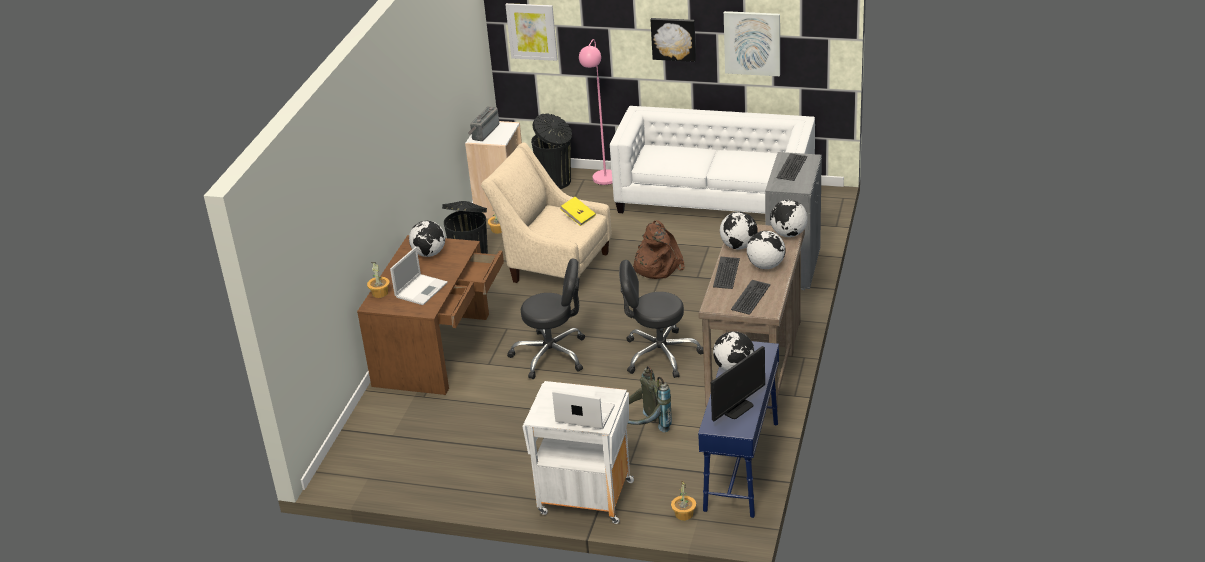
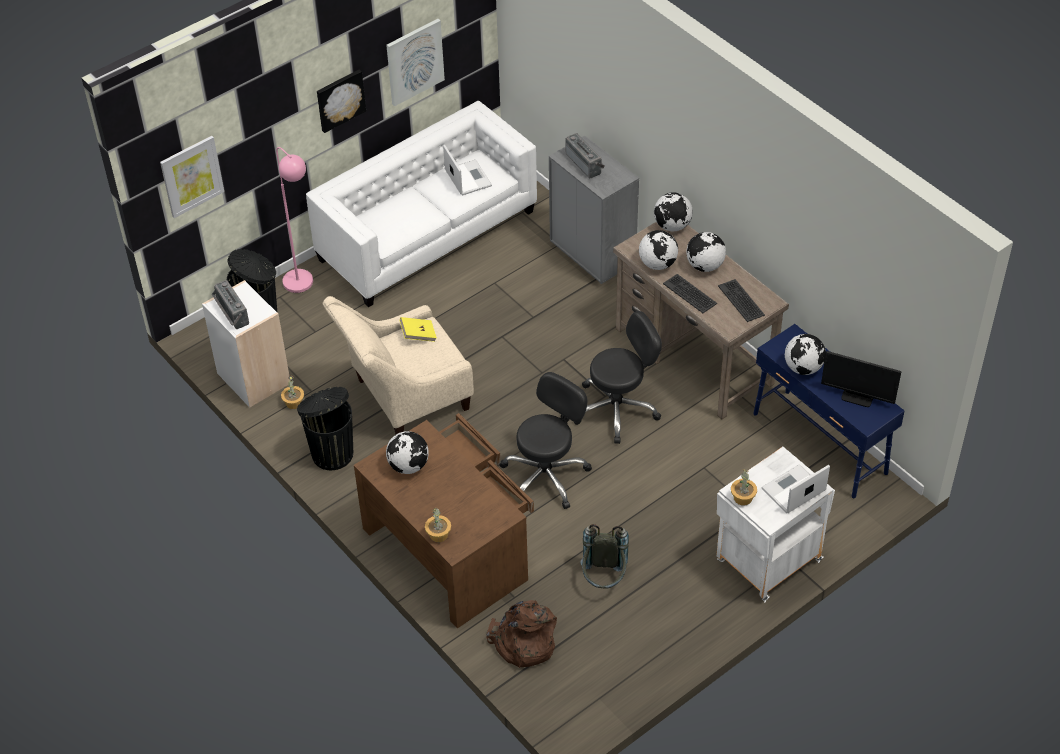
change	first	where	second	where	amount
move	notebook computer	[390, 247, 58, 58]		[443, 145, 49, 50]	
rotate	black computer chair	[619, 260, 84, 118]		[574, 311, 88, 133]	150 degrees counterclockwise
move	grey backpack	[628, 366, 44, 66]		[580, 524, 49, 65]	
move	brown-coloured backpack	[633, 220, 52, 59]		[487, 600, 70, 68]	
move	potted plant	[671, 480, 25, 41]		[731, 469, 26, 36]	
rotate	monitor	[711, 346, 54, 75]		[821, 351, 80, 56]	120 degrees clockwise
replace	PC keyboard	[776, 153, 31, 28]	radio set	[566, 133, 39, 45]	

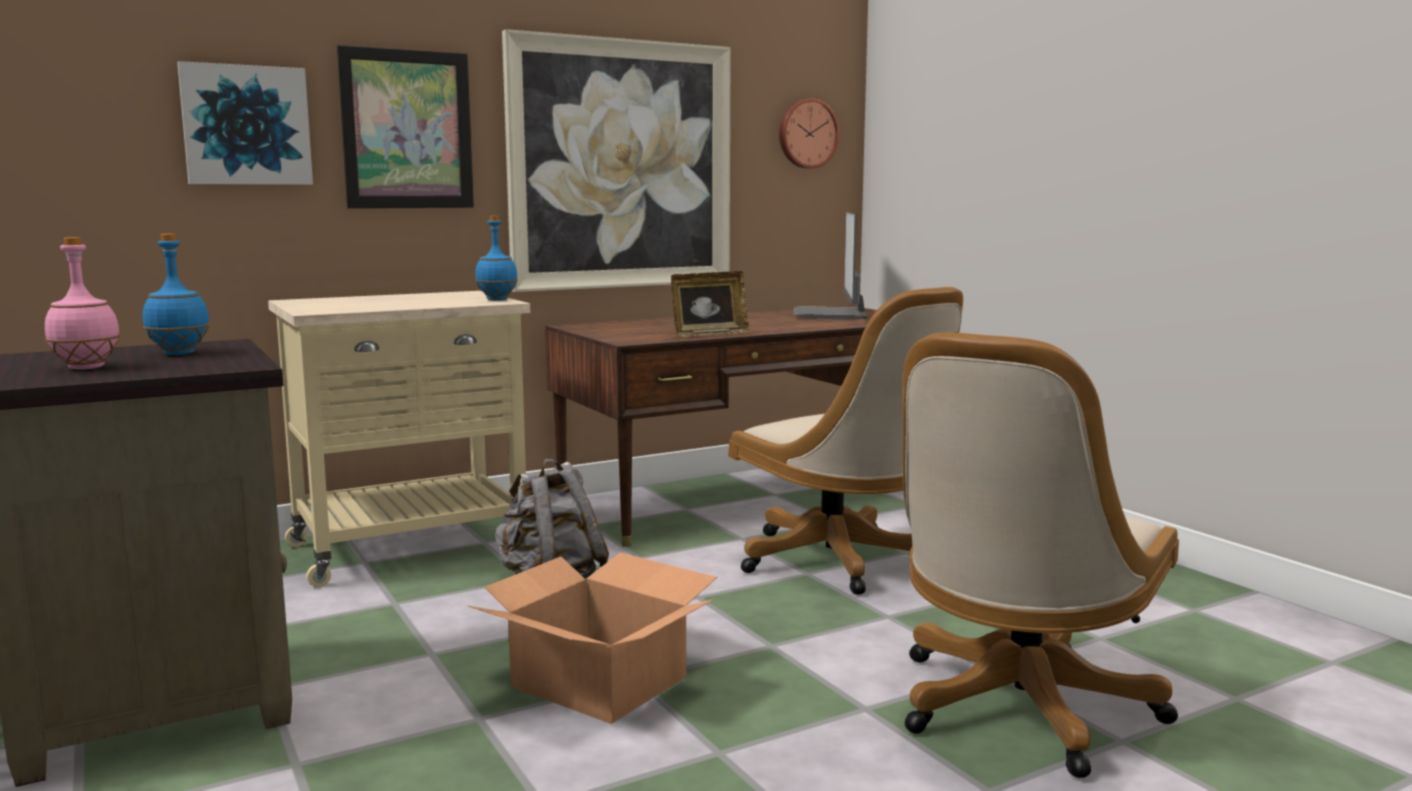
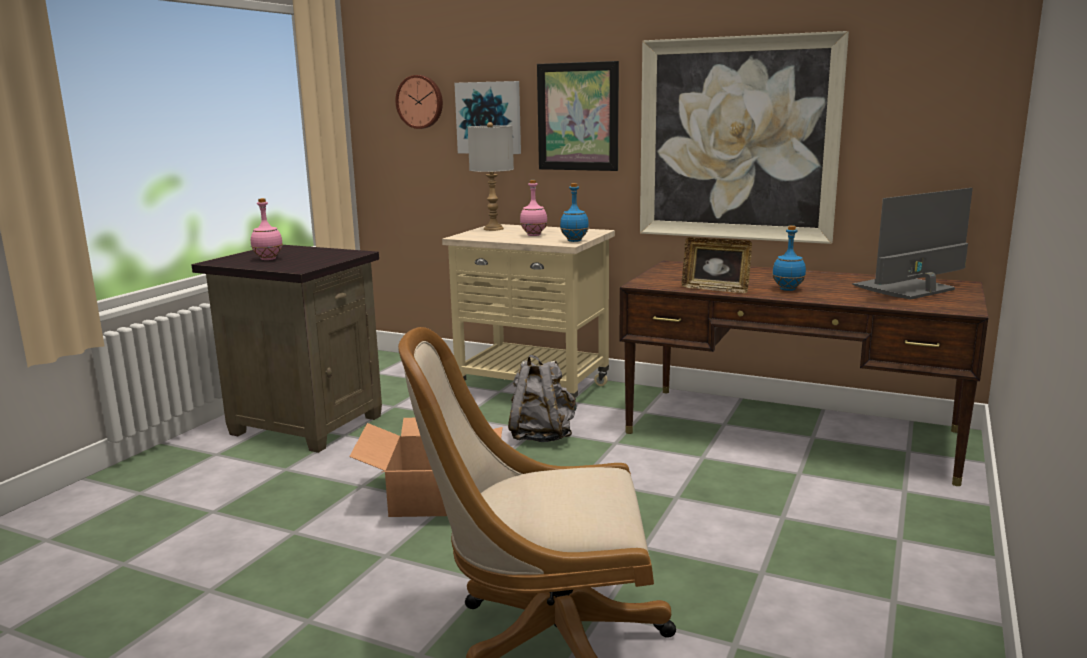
change	first	where	second	where	amount
move	blue bottle	[143, 234, 67, 121]		[772, 225, 34, 66]	
delete	computer chair	[728, 287, 235, 308]			
move	wall clock	[779, 98, 60, 71]		[395, 75, 48, 54]	
insert			grey tabletop lamp	[468, 122, 46, 109]	
insert			pinkish bottle	[520, 180, 28, 56]	

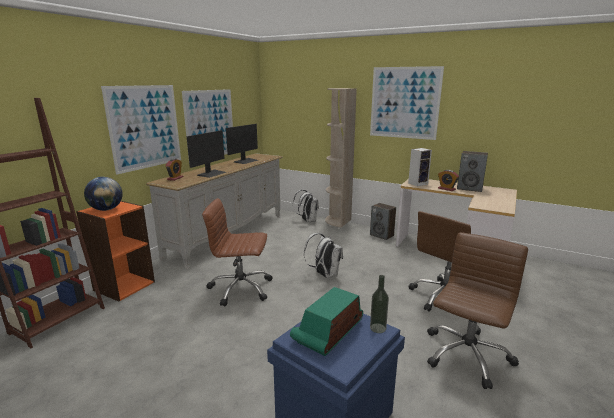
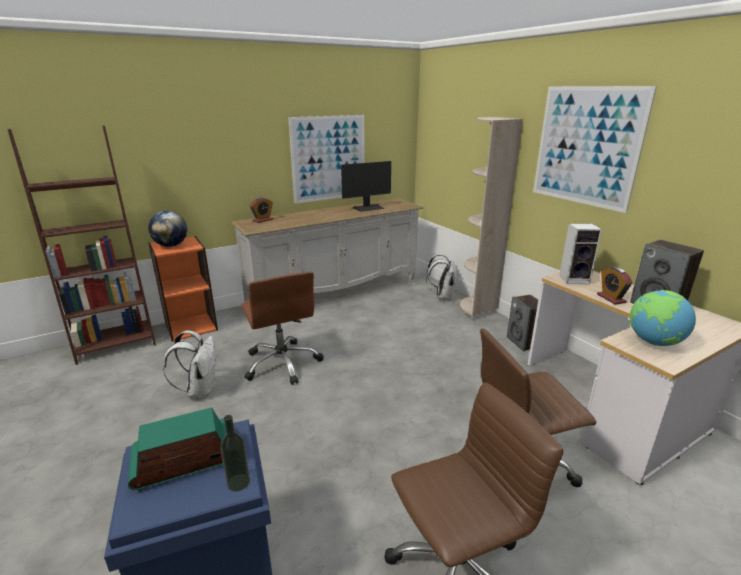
change	first	where	second	where	amount
delete	wall art	[101, 85, 80, 90]			
delete	monitor	[187, 130, 39, 48]			
rotate	brown-coloured computer chair	[202, 198, 71, 108]		[241, 271, 83, 114]	150 degrees counterclockwise
move	whitish backpack	[304, 233, 39, 45]		[163, 330, 53, 67]	
insert			desk globe	[630, 290, 66, 56]	

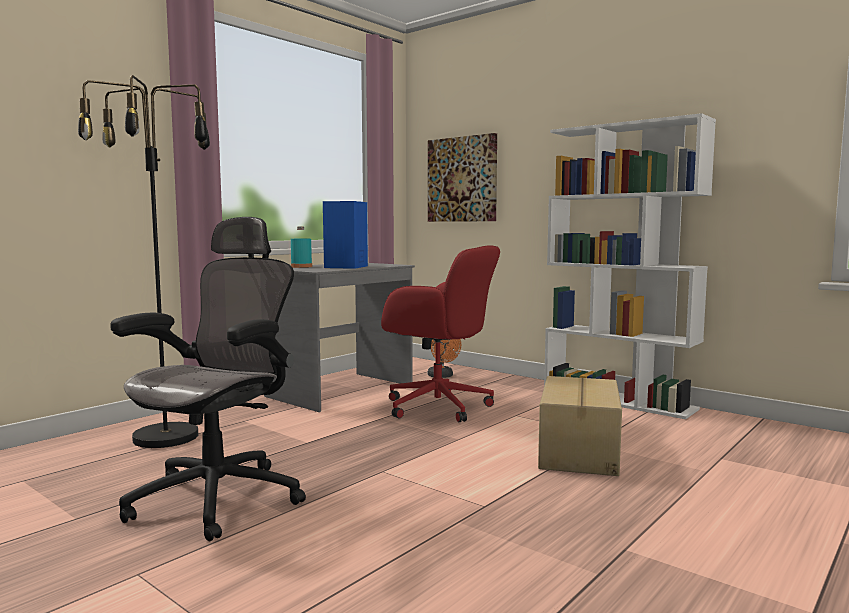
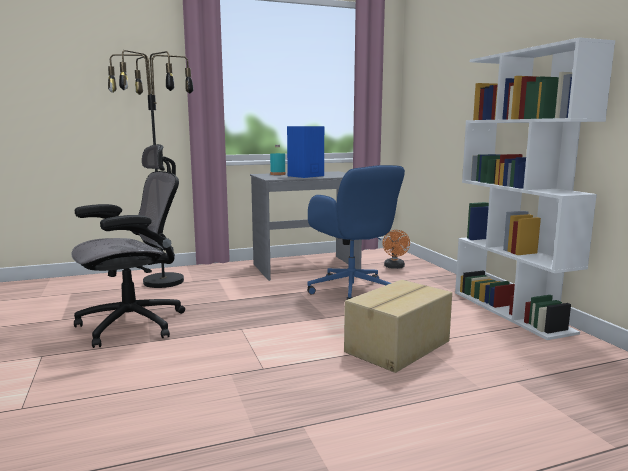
change	first	where	second	where	amount
recolor	red computer chair	[381, 246, 119, 176]	blue computer chair	[307, 165, 98, 135]	
delete	wall art	[428, 133, 69, 89]			

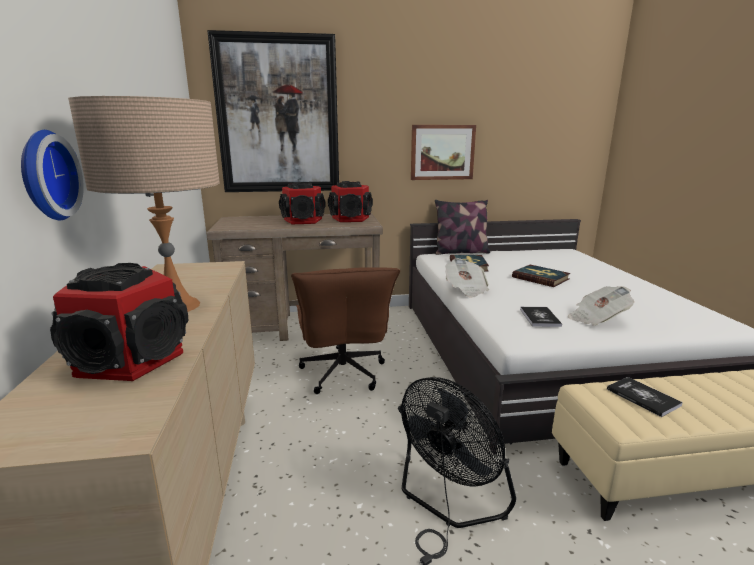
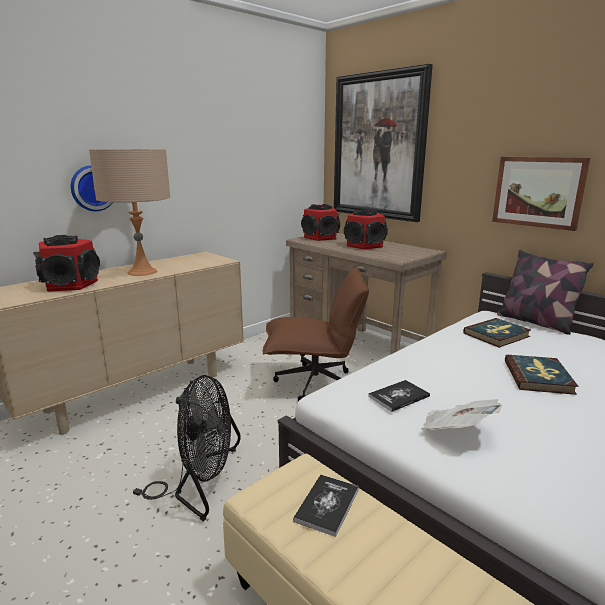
change	first	where	second	where	amount
rotate	brown-coloured computer chair	[291, 268, 109, 126]		[263, 267, 106, 134]	135 degrees counterclockwise
move	speaker	[328, 181, 45, 41]		[301, 204, 39, 37]	
delete	newspaper	[445, 258, 44, 40]			

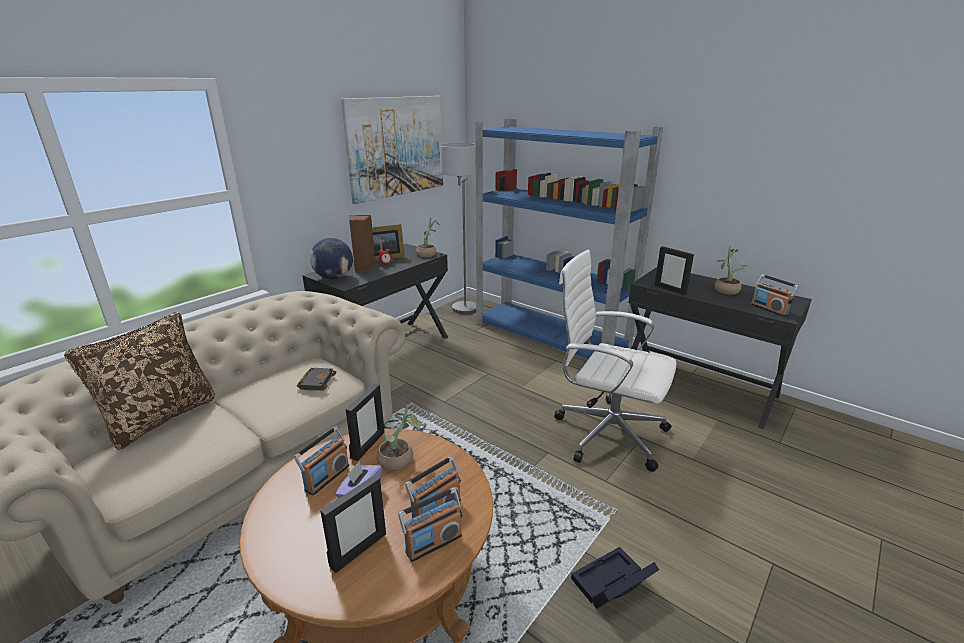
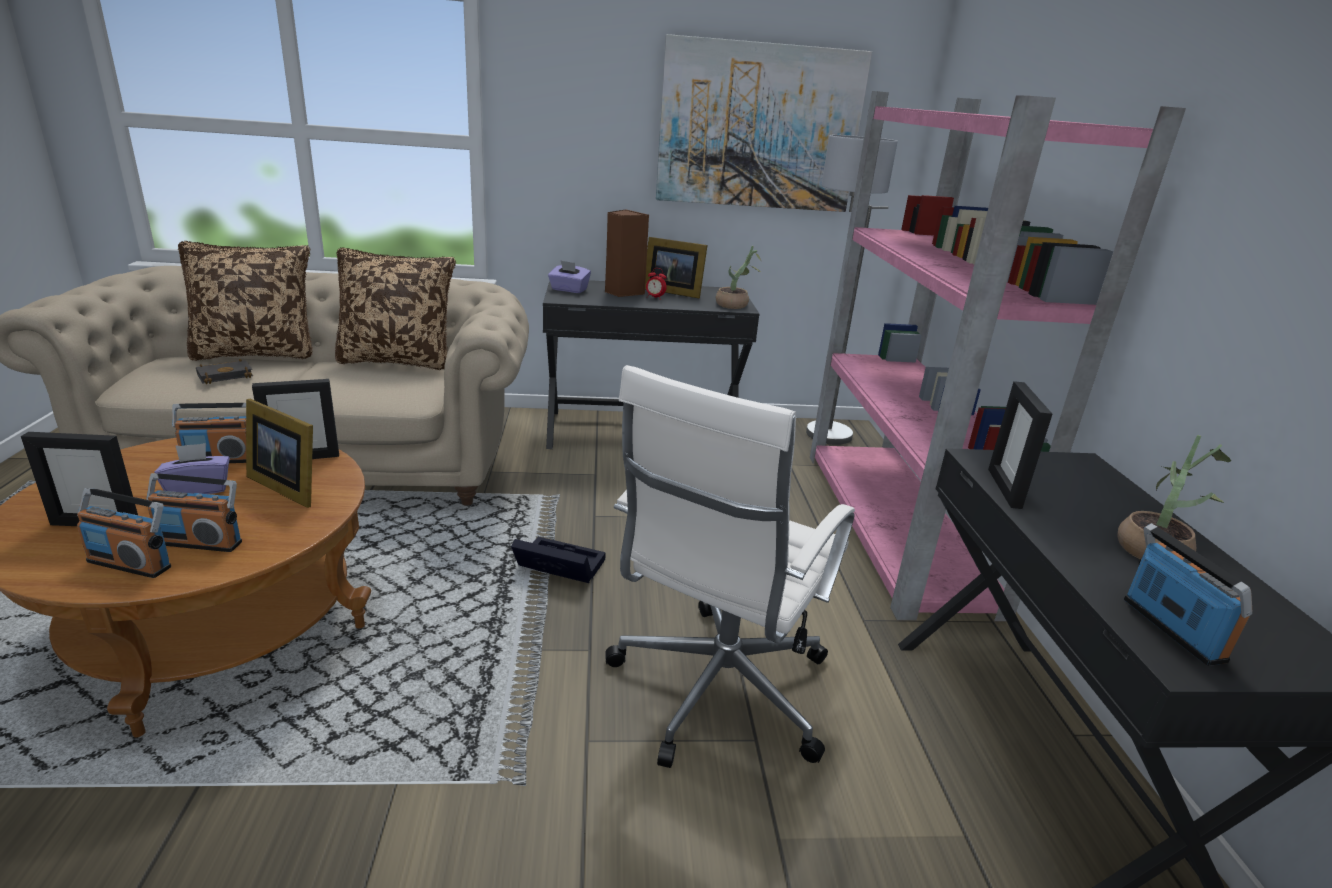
change	first	where	second	where	amount
move	black bound book	[297, 368, 40, 23]		[196, 359, 57, 25]	
replace	desk globe	[310, 238, 43, 41]	purplish tissue box	[548, 261, 43, 32]	
replace	potted plant	[376, 405, 46, 66]	photo frame	[246, 399, 67, 109]	
recolor	blue shelving unit	[475, 119, 188, 240]	pinkish shelving unit	[810, 91, 376, 531]	
rotate	whitish computer chair	[555, 250, 122, 222]		[605, 365, 250, 403]	135 degrees counterclockwise
move	black storage container	[571, 547, 88, 62]		[511, 537, 95, 46]	
rotate	radio set	[751, 274, 48, 43]		[1124, 523, 129, 143]	150 degrees clockwise
insert			brown-coloured pillow	[335, 247, 121, 123]	

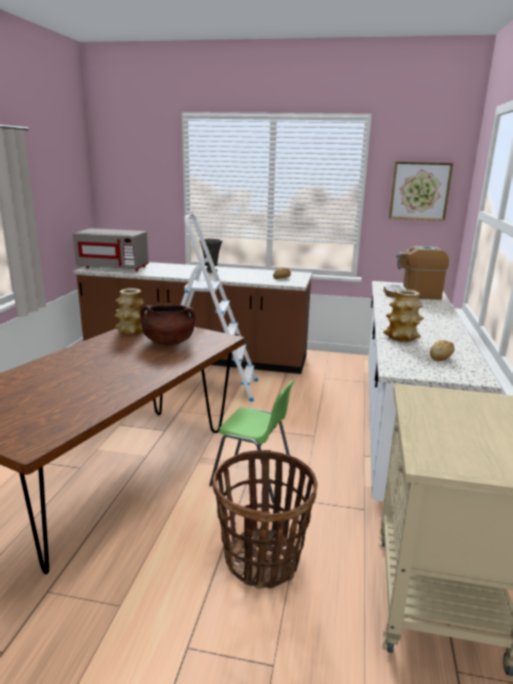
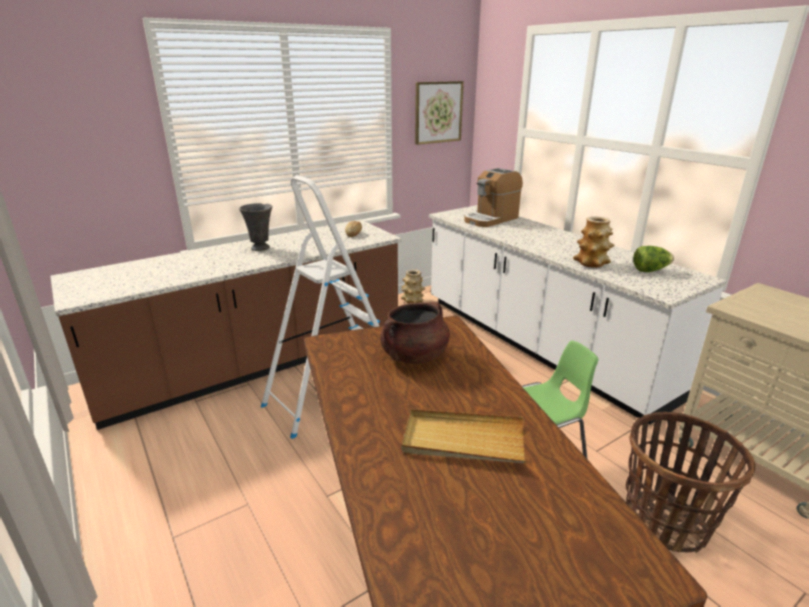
change	first	where	second	where	amount
delete	grey microwave oven	[73, 228, 76, 43]			
move	flower vase	[114, 288, 34, 47]		[401, 269, 24, 34]	
replace	bread	[430, 340, 25, 21]	head of lettuce	[633, 246, 41, 26]	
insert			beige carrying tray	[402, 409, 124, 54]	

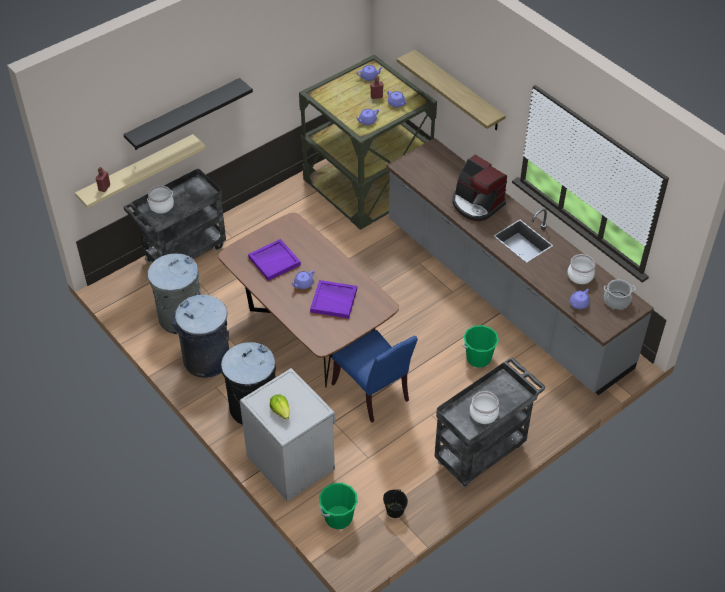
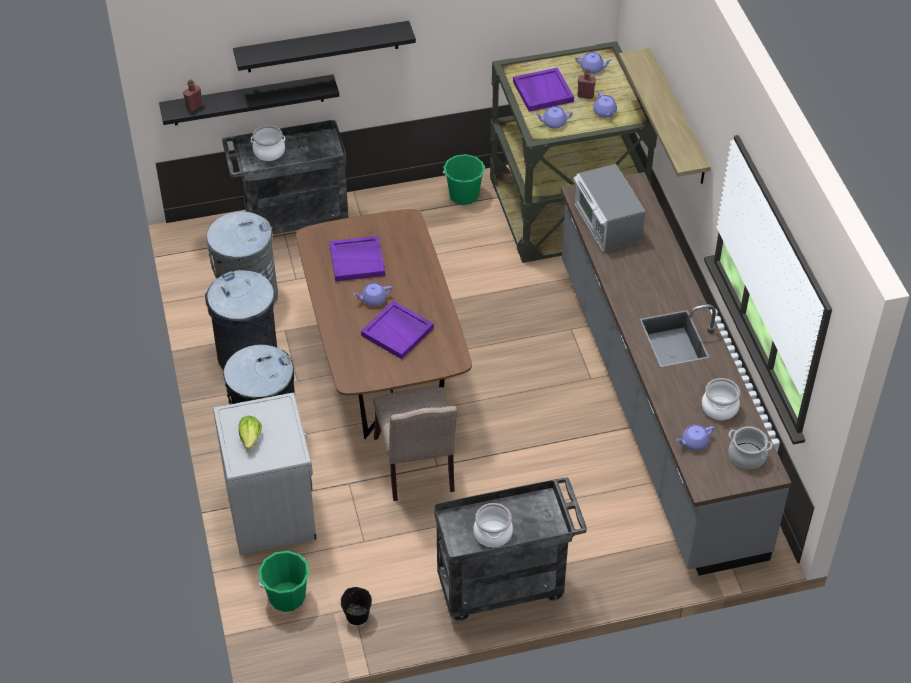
change	first	where	second	where	amount
recolor	beige bracket shelf	[75, 134, 131, 74]	black bracket shelf	[159, 74, 180, 51]	
recolor	blue plain chair	[331, 330, 87, 92]	beige plain chair	[373, 387, 85, 114]	
delete	coffee machine	[452, 155, 55, 66]			
move	green pail	[463, 325, 36, 43]		[443, 154, 42, 51]	
insert			purplish carrying tray	[513, 67, 61, 45]	
insert			microwave oven	[573, 164, 73, 88]	

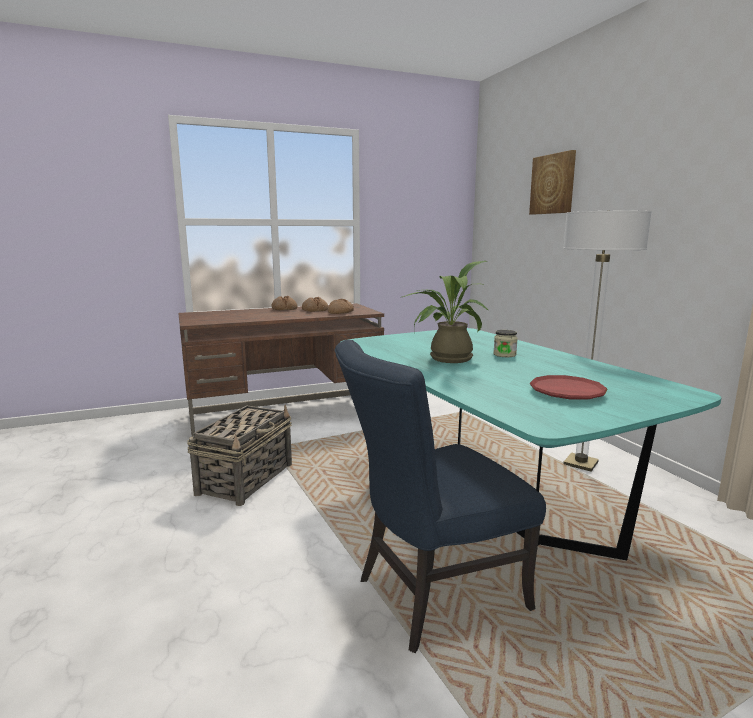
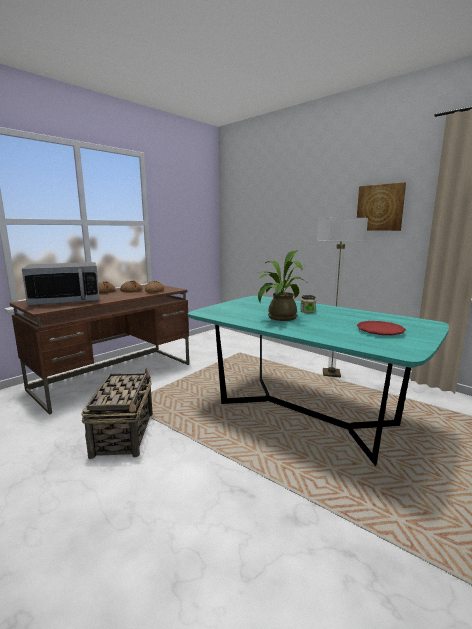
change	first	where	second	where	amount
delete	blue plain chair	[334, 340, 212, 313]			
move	wall art	[529, 150, 47, 65]		[357, 182, 49, 49]	
insert			microwave oven	[22, 262, 78, 44]	

